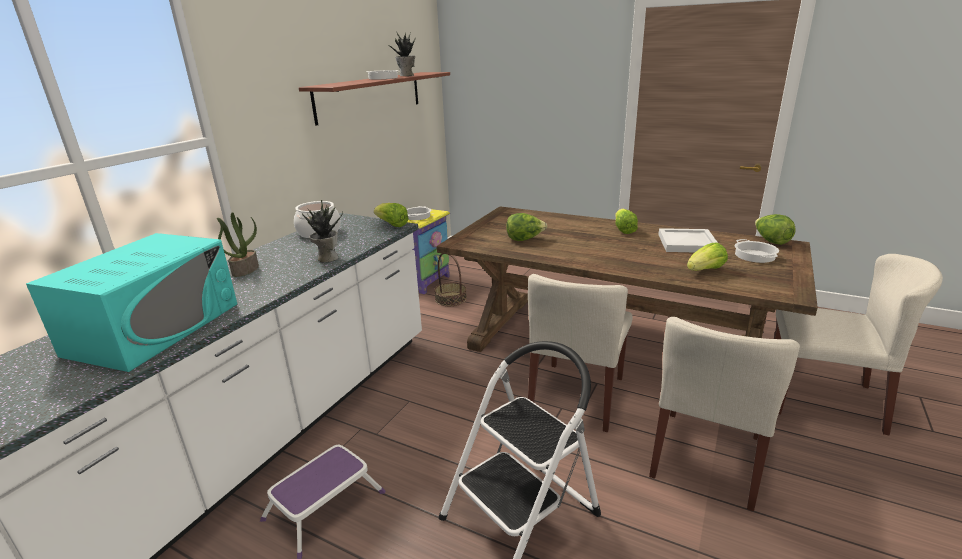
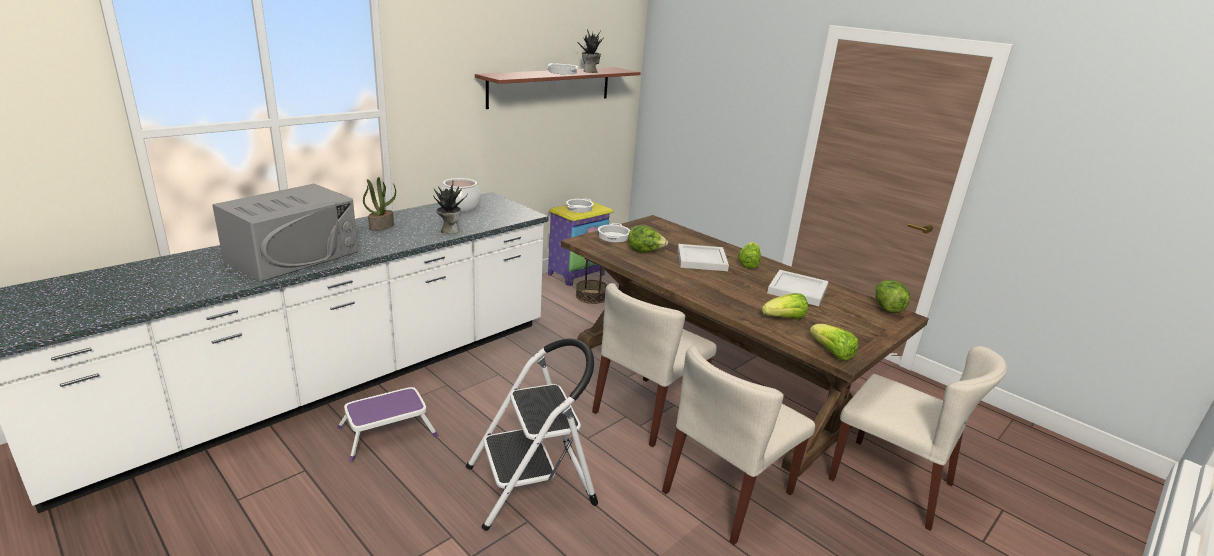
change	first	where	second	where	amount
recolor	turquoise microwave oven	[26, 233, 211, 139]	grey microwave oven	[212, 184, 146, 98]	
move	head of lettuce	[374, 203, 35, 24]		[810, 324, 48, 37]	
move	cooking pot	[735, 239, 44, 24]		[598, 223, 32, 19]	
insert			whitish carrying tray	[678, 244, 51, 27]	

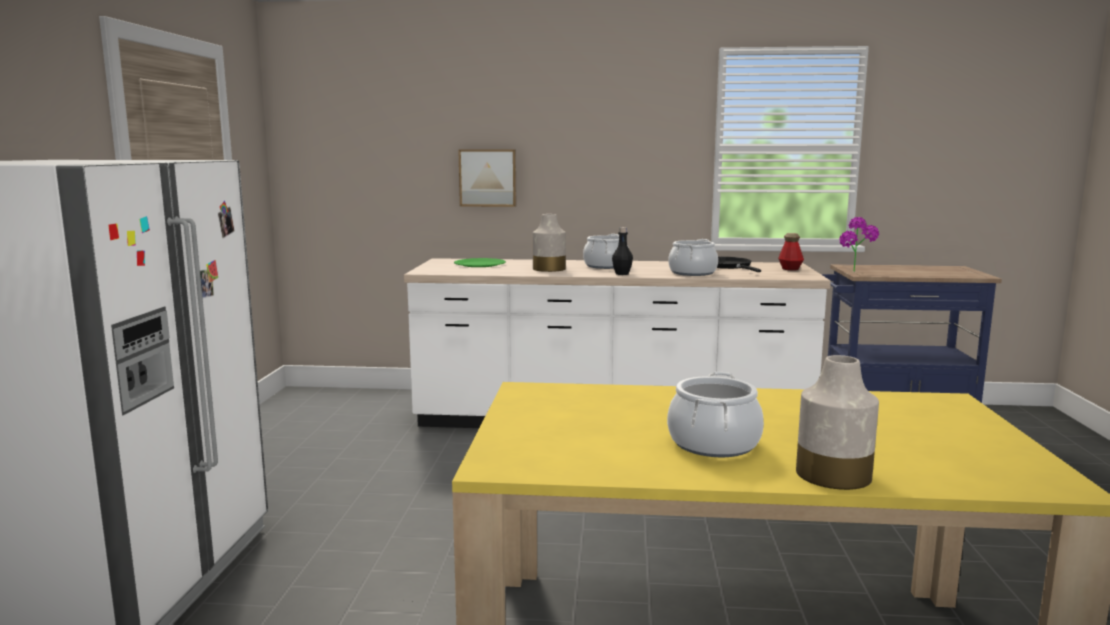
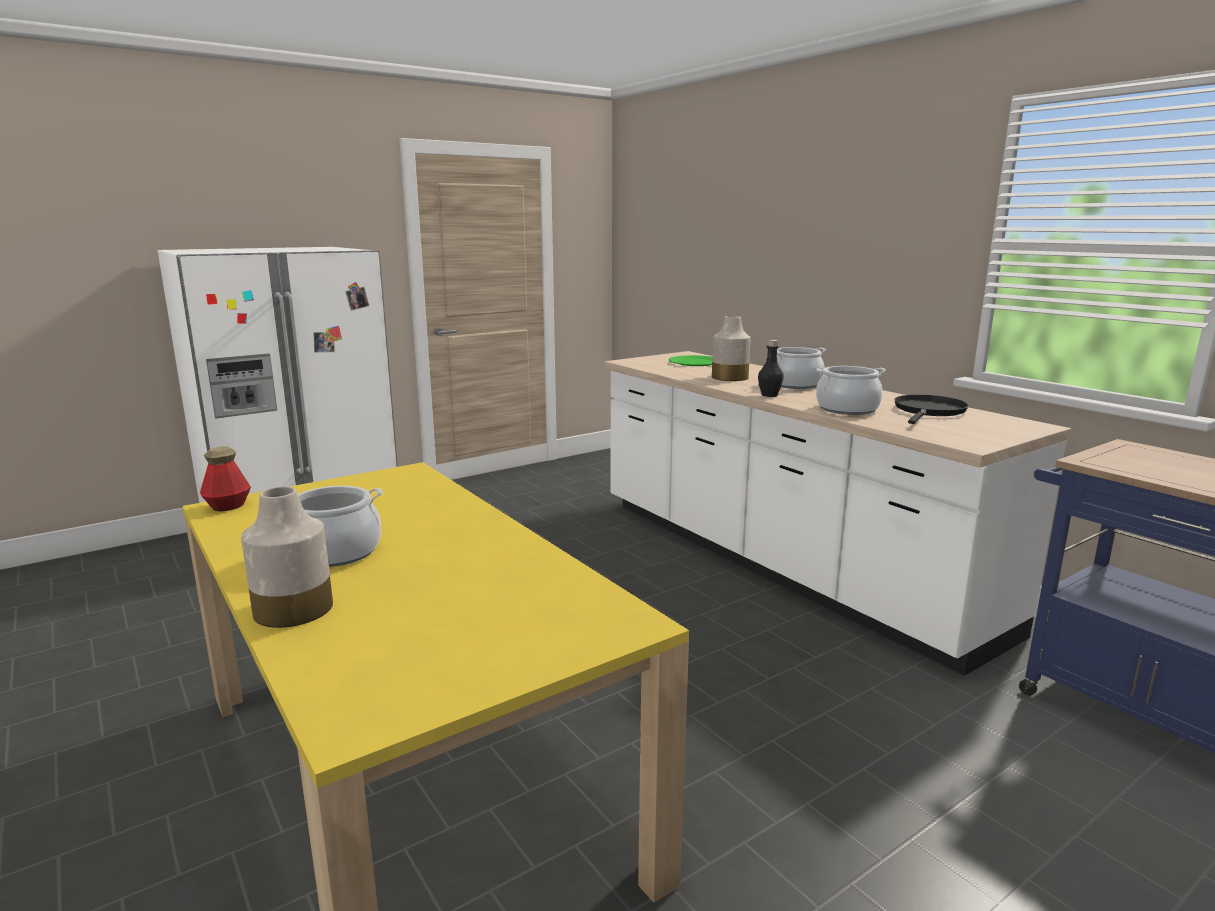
change	first	where	second	where	amount
delete	wall art	[458, 149, 58, 58]			
move	bottle	[778, 233, 26, 38]		[200, 446, 51, 65]	
delete	potted plant	[839, 217, 40, 55]			

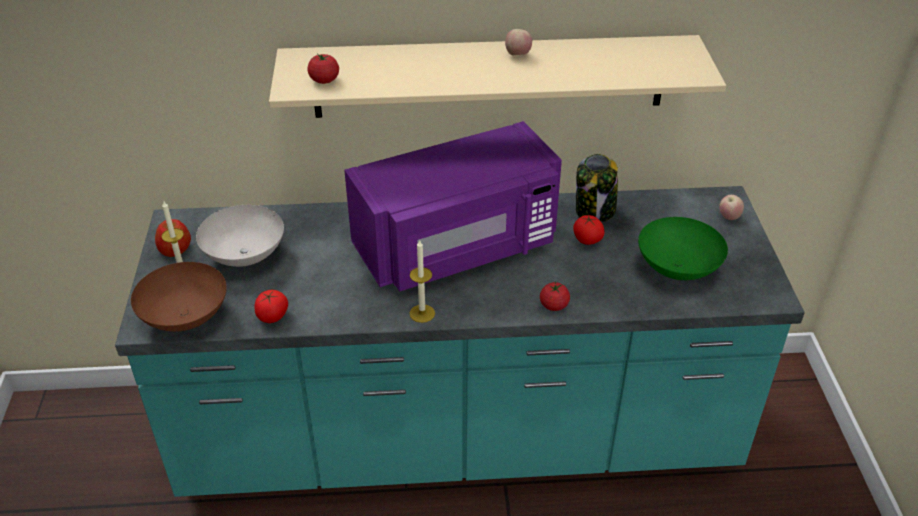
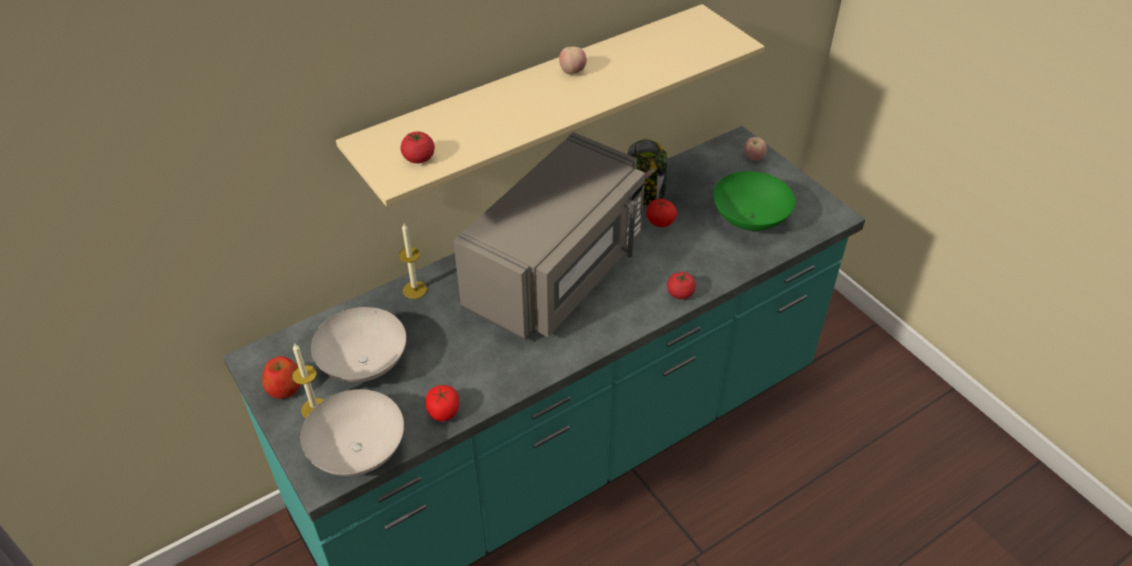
change	first	where	second	where	amount
recolor	brown-coloured bowl	[131, 262, 96, 70]	whitish bowl	[301, 389, 103, 87]	
recolor	purplish microwave oven	[344, 121, 218, 171]	grey microwave oven	[453, 132, 192, 208]	
move	wax candle	[409, 239, 26, 84]		[398, 223, 29, 76]	

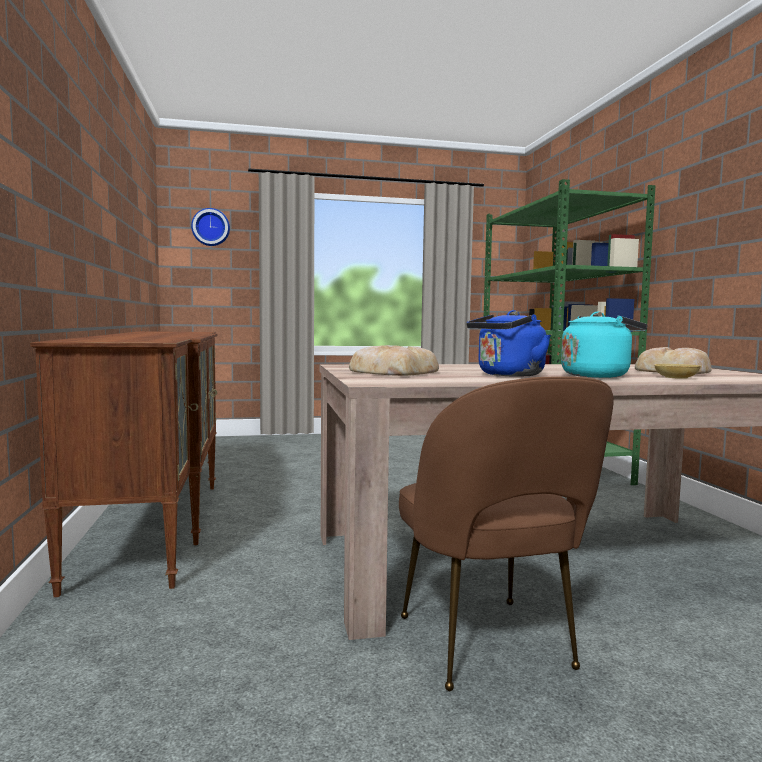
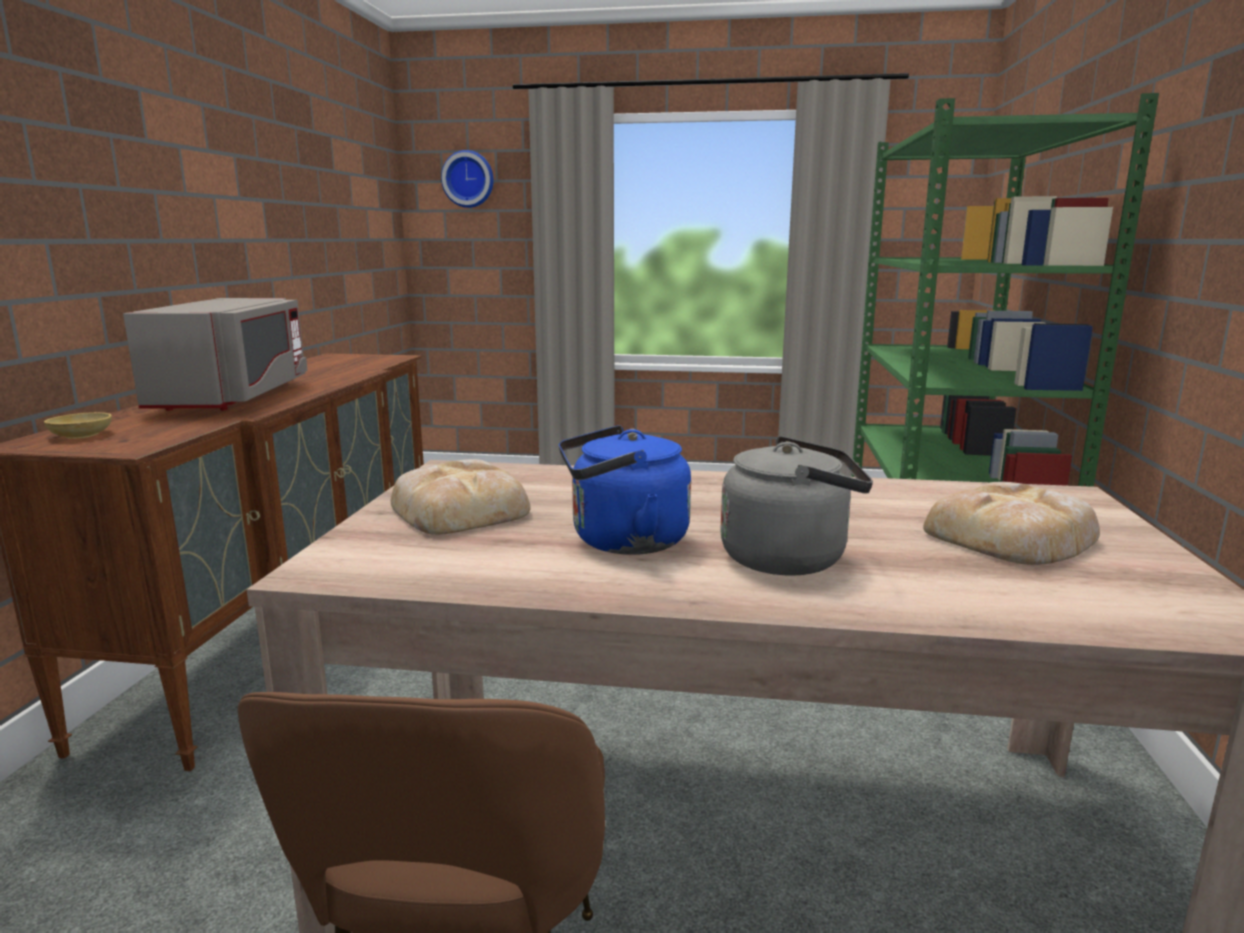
change	first	where	second	where	amount
recolor	turquoise water kettle	[561, 312, 86, 66]	grey water kettle	[720, 436, 153, 140]	
move	beige bowl	[654, 364, 47, 15]		[44, 412, 68, 27]	
insert			grey microwave oven	[123, 298, 185, 113]	

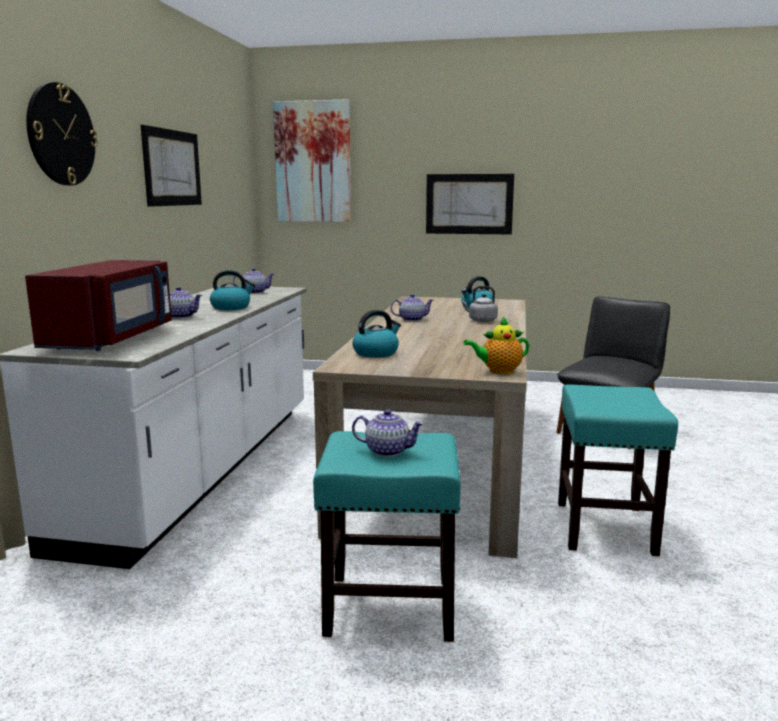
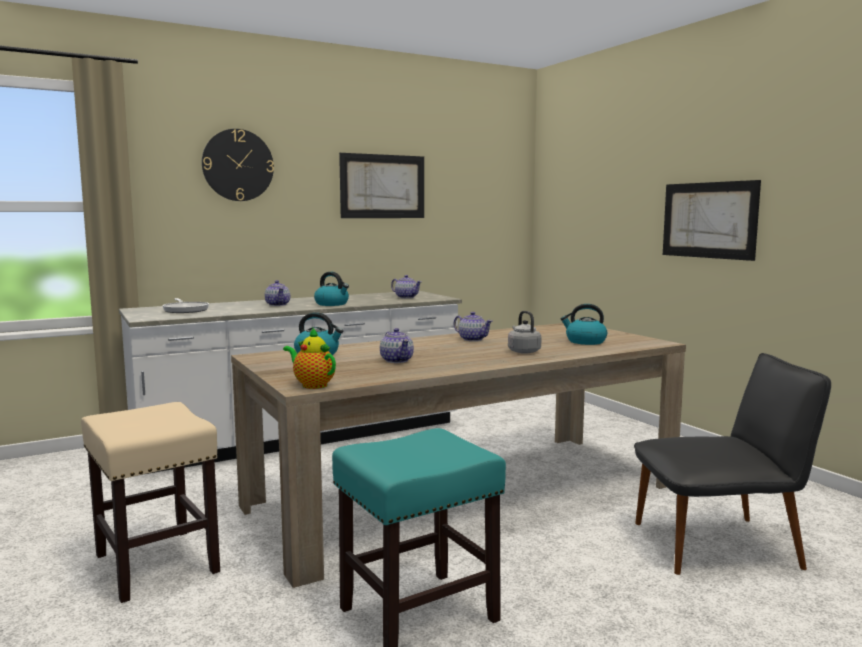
change	first	where	second	where	amount
replace	red microwave oven	[25, 260, 147, 91]	skillet	[163, 298, 46, 15]	
delete	wall art	[273, 99, 78, 123]			
recolor	turquoise stool seat	[313, 431, 148, 211]	beige stool seat	[81, 402, 139, 201]	
move	tea pot	[352, 409, 72, 48]		[380, 328, 34, 35]	

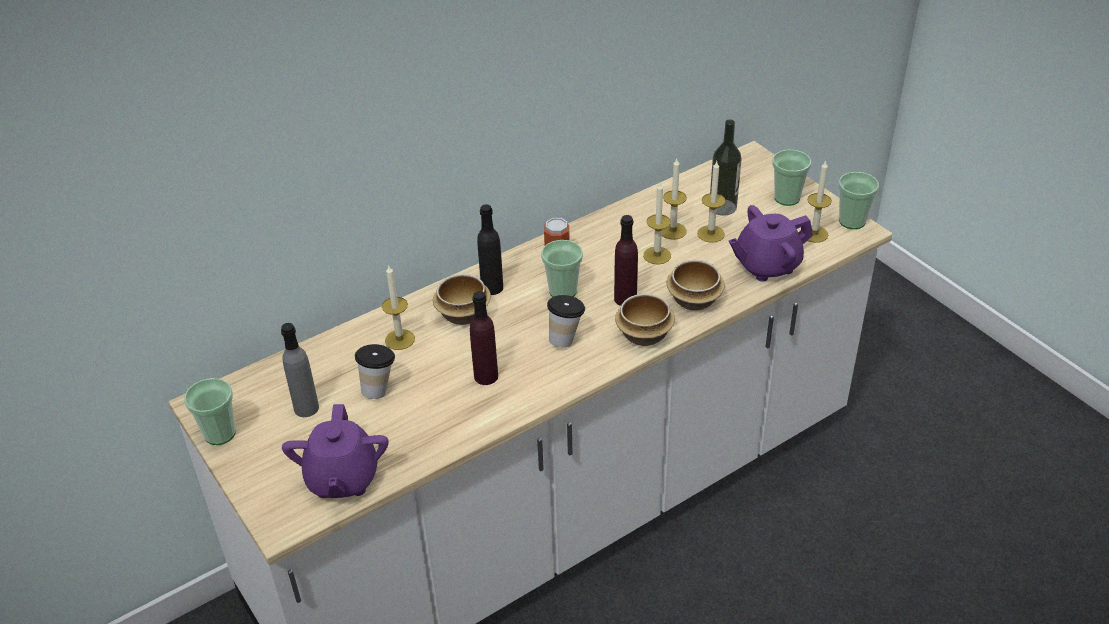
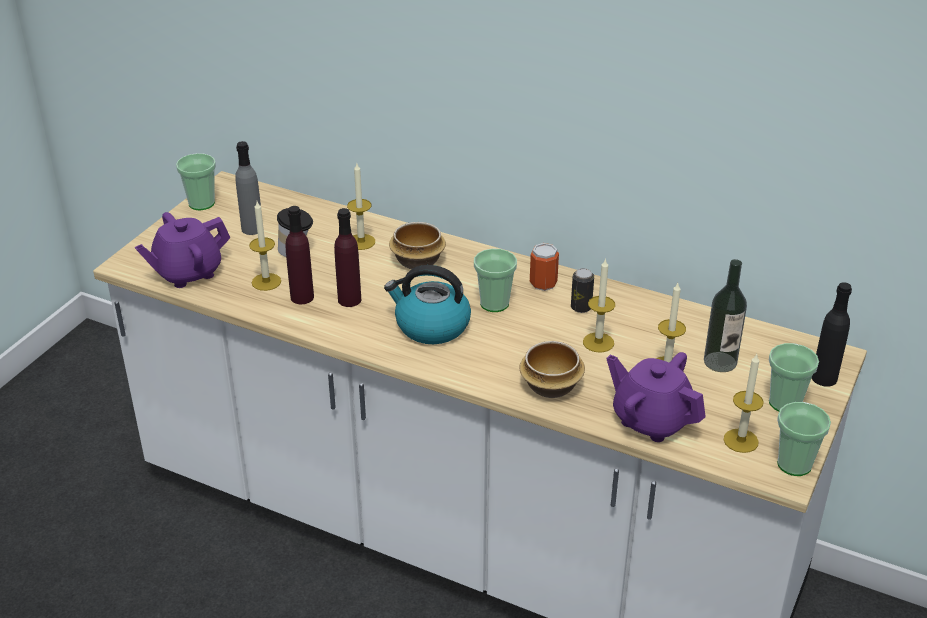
change	first	where	second	where	amount
move	black bottle	[477, 204, 26, 91]		[812, 282, 40, 105]	
replace	cup	[547, 295, 38, 53]	water kettle	[384, 265, 87, 79]	
move	purplish bottle	[614, 215, 24, 91]		[285, 206, 29, 98]	
delete	bowl	[615, 294, 60, 52]			
move	wax candle	[662, 159, 25, 81]		[249, 202, 32, 89]	
insert			metal can	[571, 268, 23, 45]	

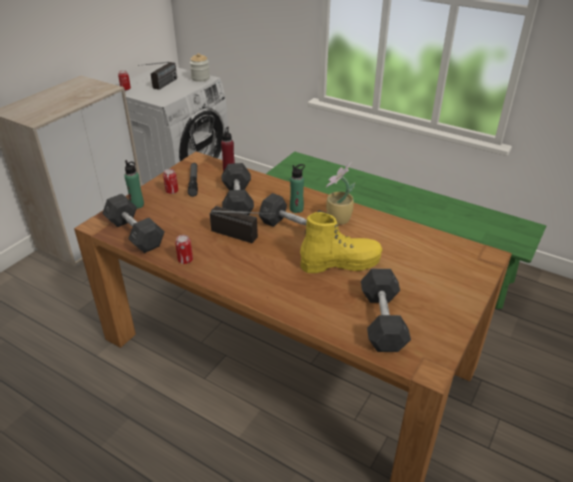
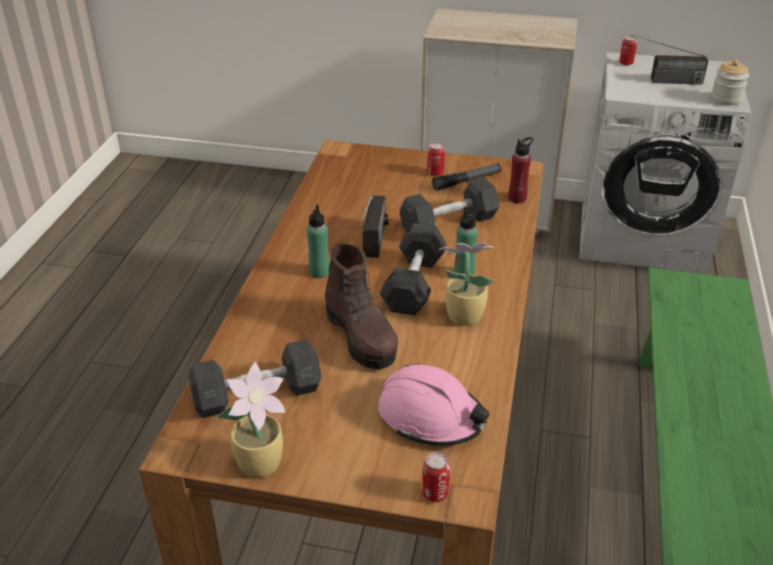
change	first	where	second	where	amount
delete	grey free weight	[102, 194, 63, 59]			
move	green bottle	[124, 160, 20, 49]		[307, 205, 23, 73]	
move	metal can	[175, 235, 18, 29]		[422, 452, 28, 50]	
recolor	yellowish high-top boot	[300, 212, 82, 61]	brown-coloured high-top boot	[325, 243, 73, 126]	
insert			potted plant	[217, 362, 68, 116]	
insert			pinkish hard hat	[378, 363, 112, 83]	

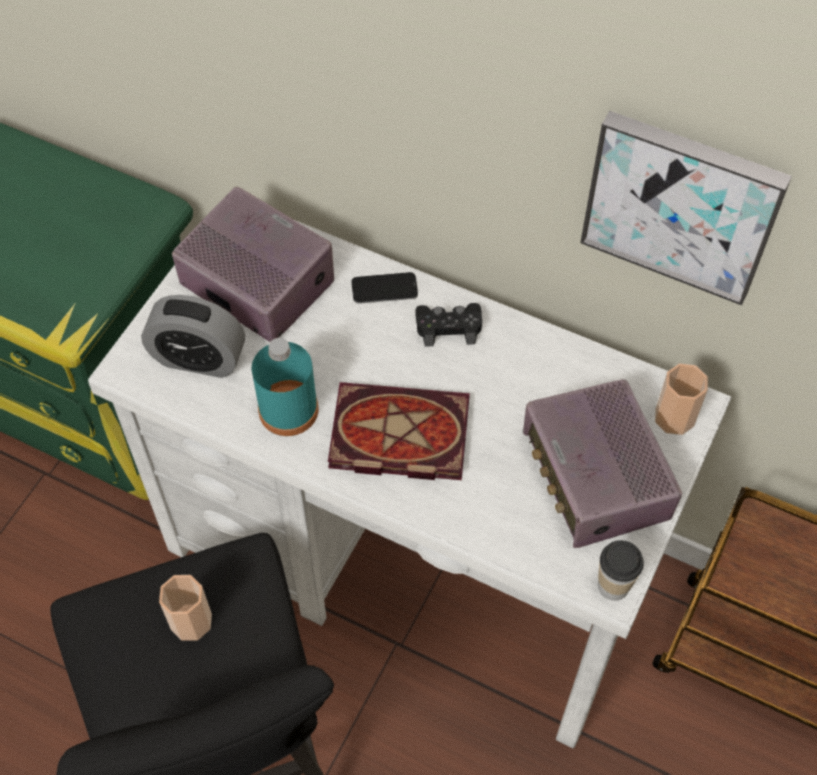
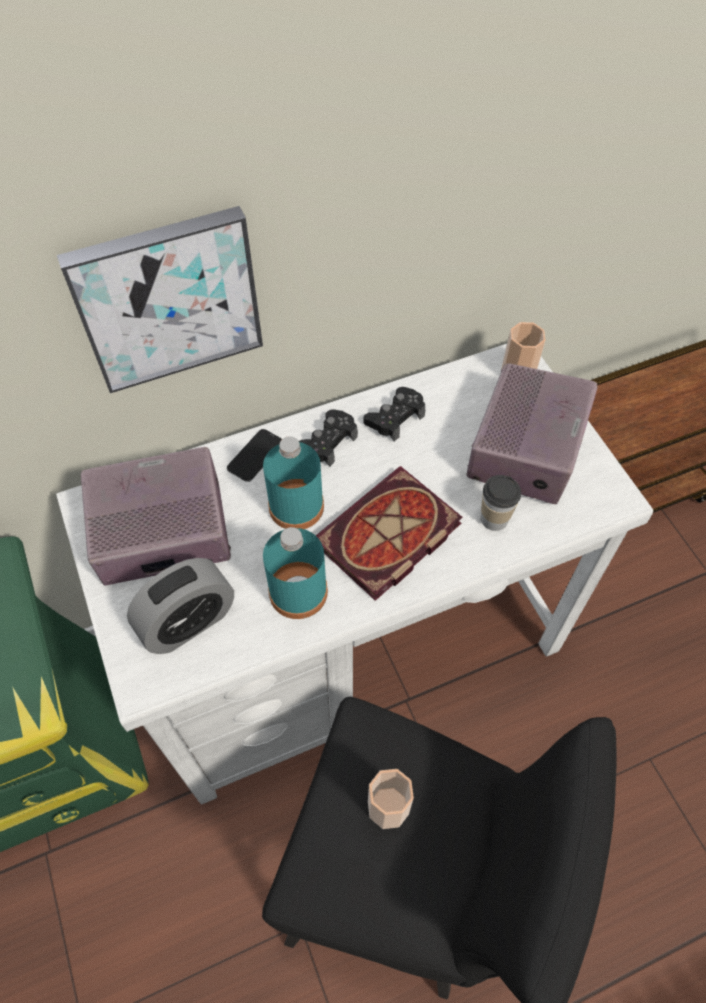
change	first	where	second	where	amount
rotate	radio set	[523, 379, 160, 169]		[466, 363, 132, 141]	90 degrees counterclockwise
move	wall art	[580, 111, 212, 194]		[57, 206, 206, 187]	
move	cup	[598, 540, 46, 61]		[481, 475, 40, 56]	
insert			turquoise bottle	[263, 436, 61, 93]	
insert			black game controller	[363, 387, 62, 54]	

